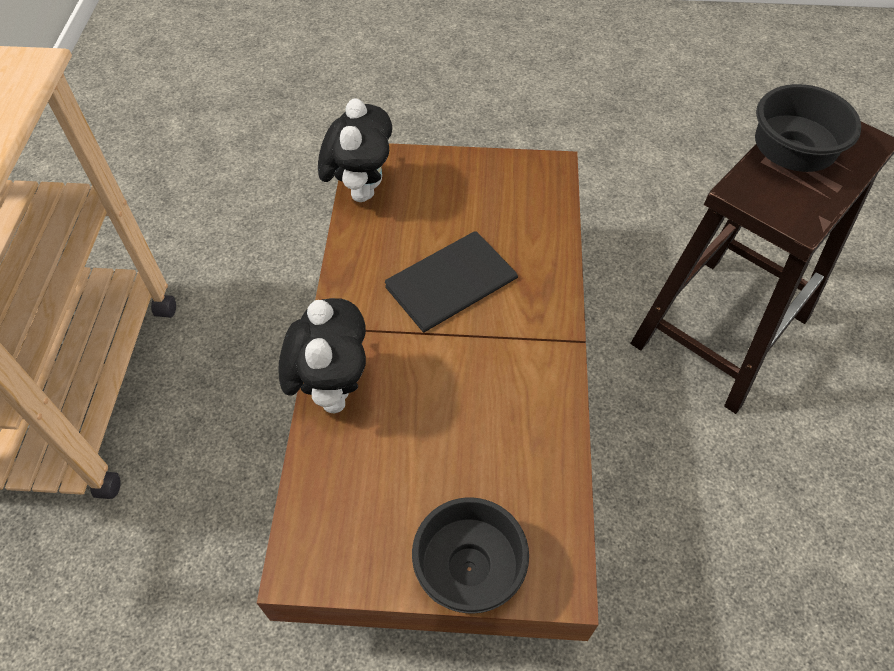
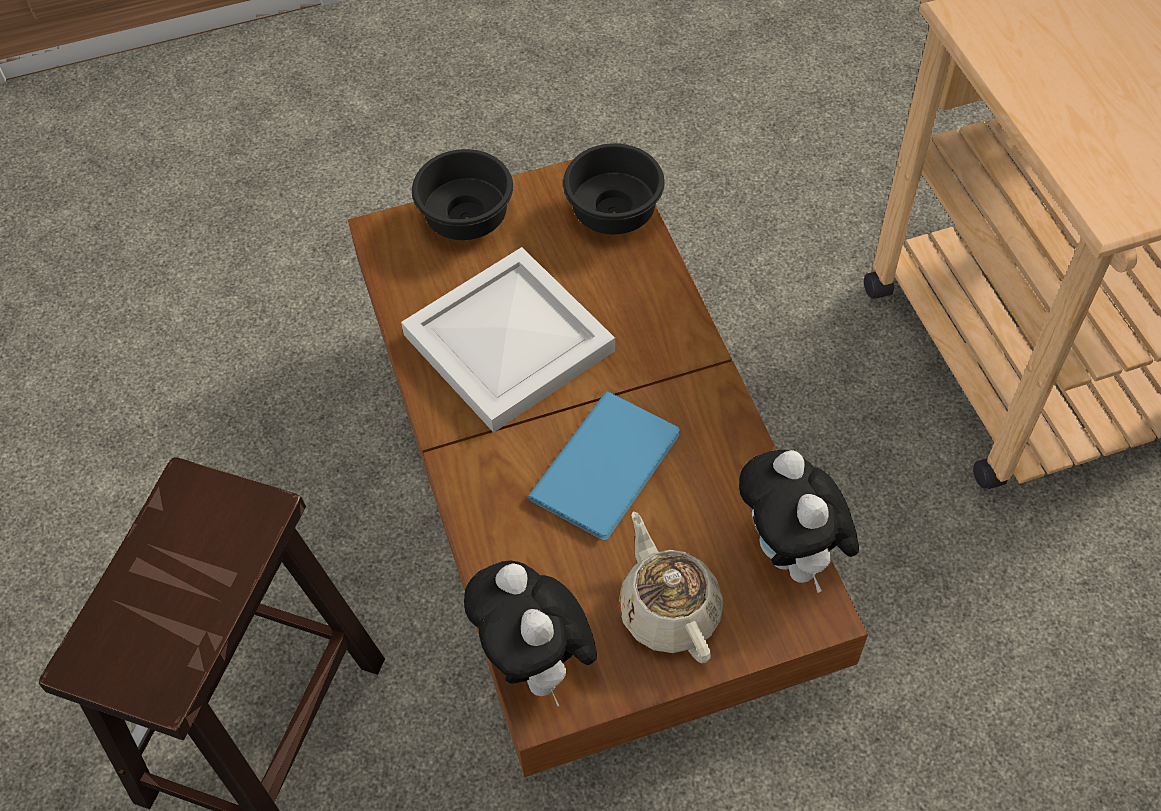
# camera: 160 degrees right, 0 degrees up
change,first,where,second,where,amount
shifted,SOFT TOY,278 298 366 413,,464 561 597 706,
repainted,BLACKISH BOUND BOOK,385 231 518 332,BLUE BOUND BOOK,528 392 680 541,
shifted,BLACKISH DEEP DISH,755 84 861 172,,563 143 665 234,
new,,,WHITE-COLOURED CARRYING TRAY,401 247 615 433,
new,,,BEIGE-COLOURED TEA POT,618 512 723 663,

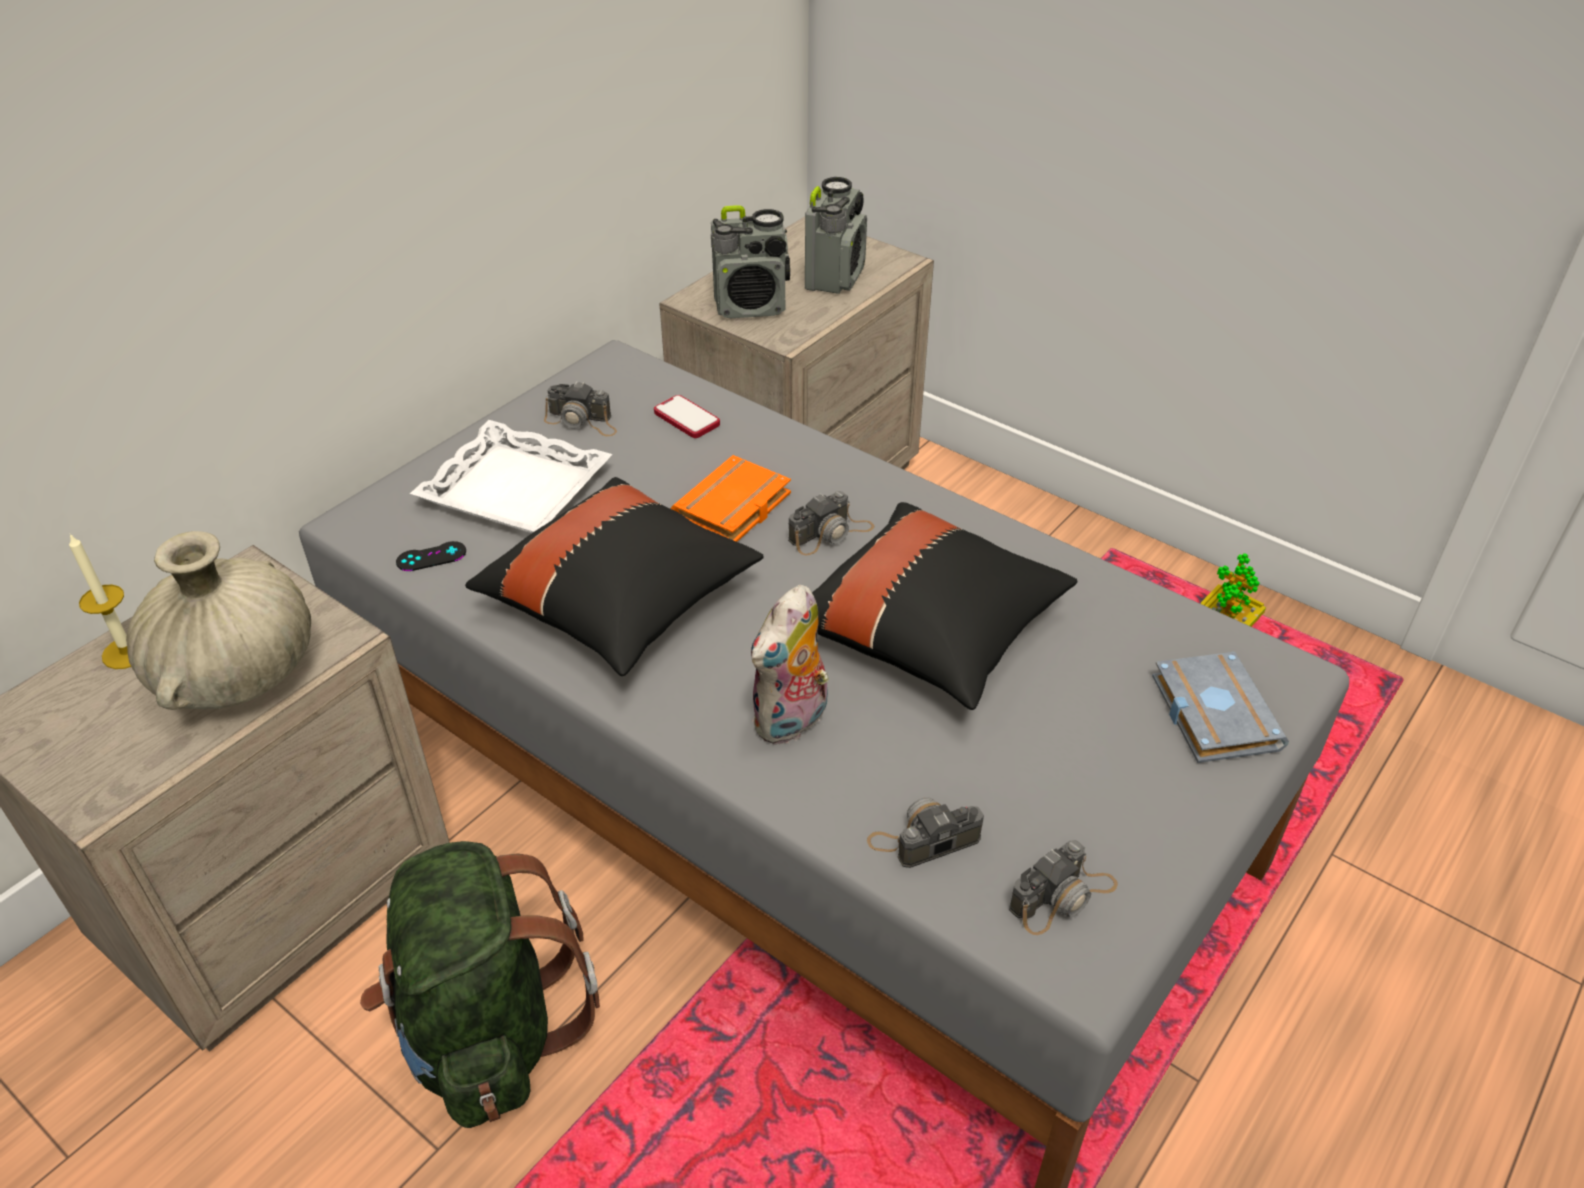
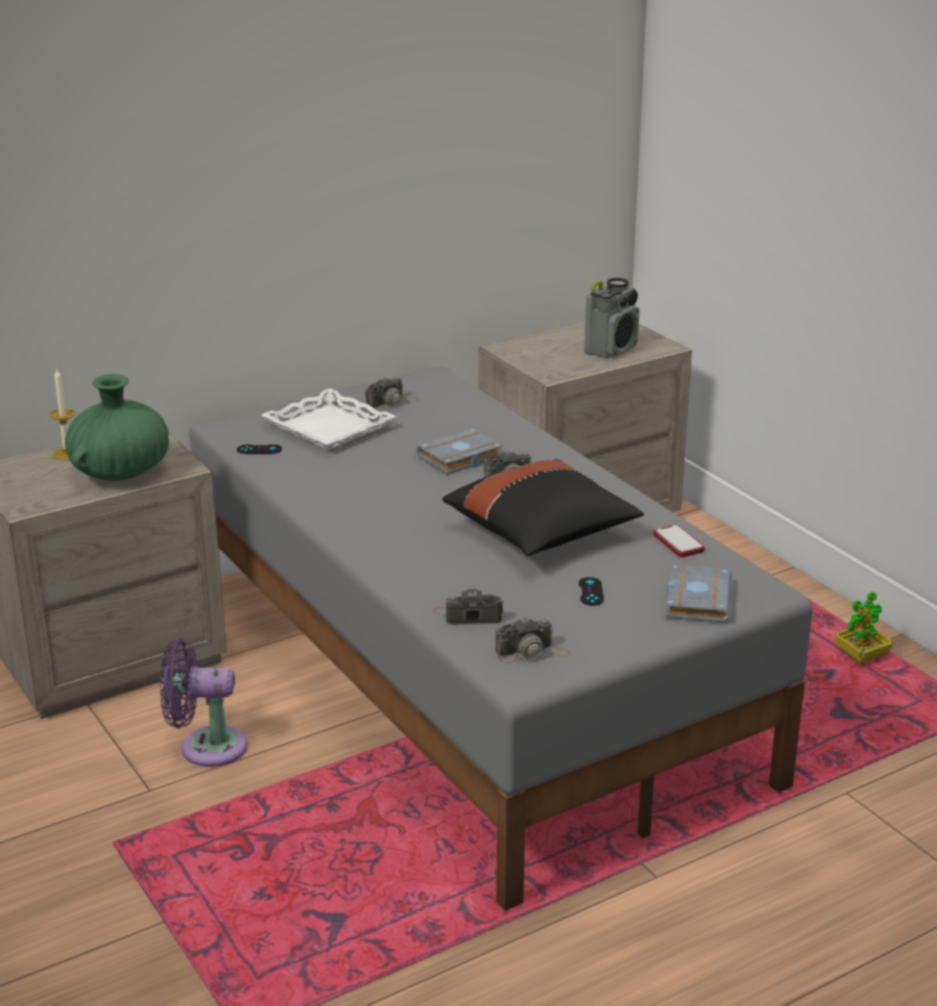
# camera: 20 degrees right, 15 degrees down
change,first,where,second,where,amount
repainted,BEIGE-COLOURED DECORATIVE VASE,126 531 311 710,GREENISH DECORATIVE VASE,65 374 169 481,
swapped,GREENISH KNAPSACK,360 841 600 1128,PURPLE ELECTRIC FAN,160 638 247 767,
gone,BLACKISH CUSHION,465 477 763 676,,,
rotated,PHOTO CAMERA,544 381 617 436,,365 376 419 412,75 degrees counterclockwise
shifted,PHONE,654 395 720 438,,654 525 704 557,
repainted,ORANGE BOUND BOOK,670 455 791 542,GREY BOUND BOOK,416 429 503 474,
gone,RADIO SET,711 205 790 318,,,
gone,SOFT TOY,751 585 837 745,,,
new,,,BLACKISH GAME CONTROLLER,579 577 604 606,

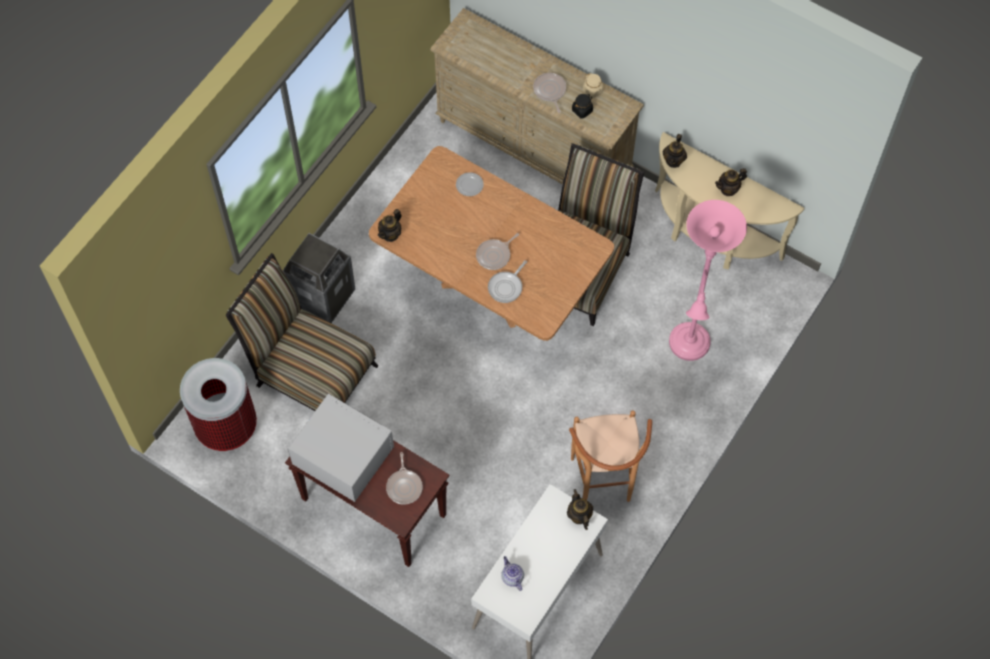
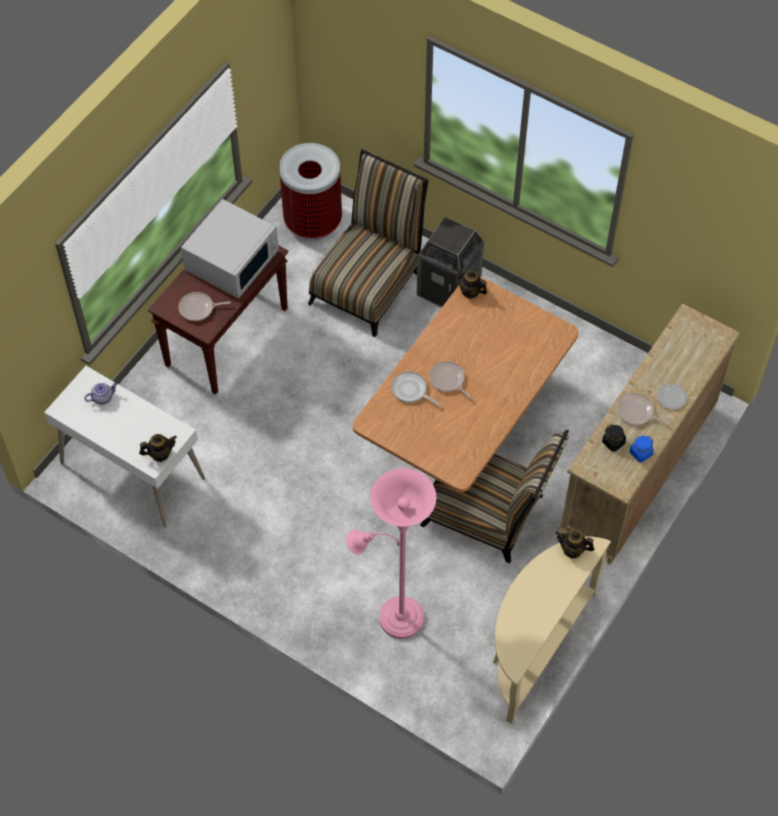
# camera: 90 degrees right, 5 degrees down
change,first,where,second,where,amount
shifted,PLATE,456 172 484 196,,657 384 687 410,
rotated,SKILLET,533 73 566 113,,617 393 670 425,135 degrees counterclockwise
gone,BROWN-COLOURED SITTING STOOL,569 410 652 502,,,
repainted,BEIGE-COLOURED JAR,583 73 604 98,BLUE JAR,630 436 654 462,
gone,TEA POT,715 168 747 196,,,

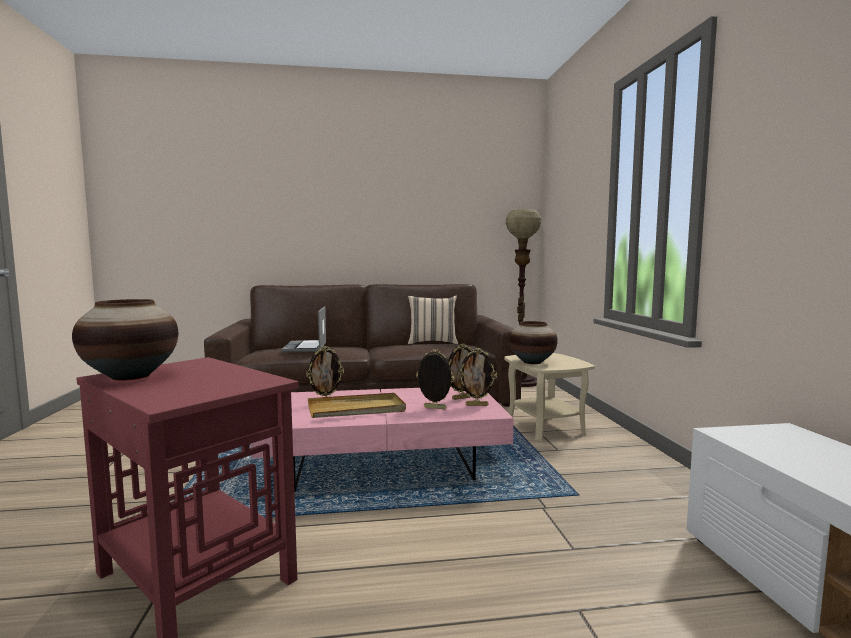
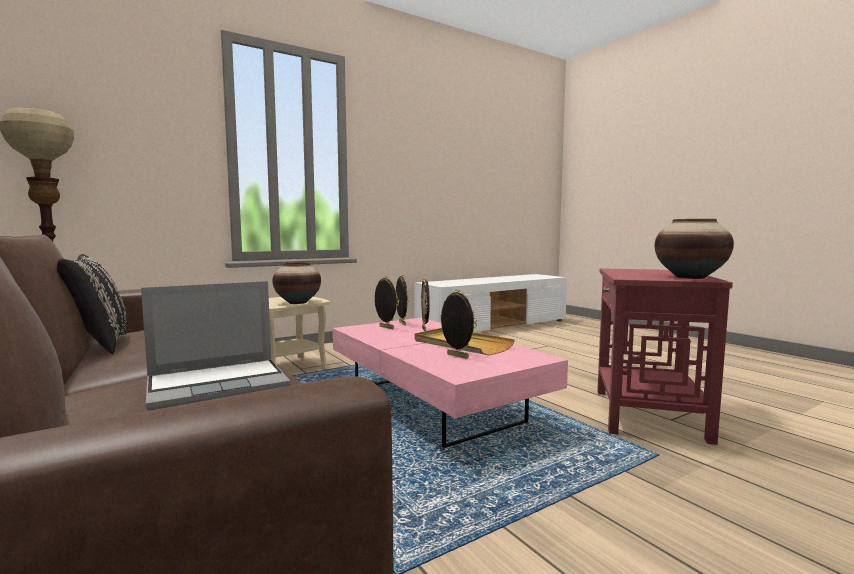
# camera: 115 degrees left, 0 degrees up
change,first,where,second,where,amount
repainted,BEIGE-COLOURED CUSHION,408 296 458 344,BLACKISH CUSHION,56 254 127 354,

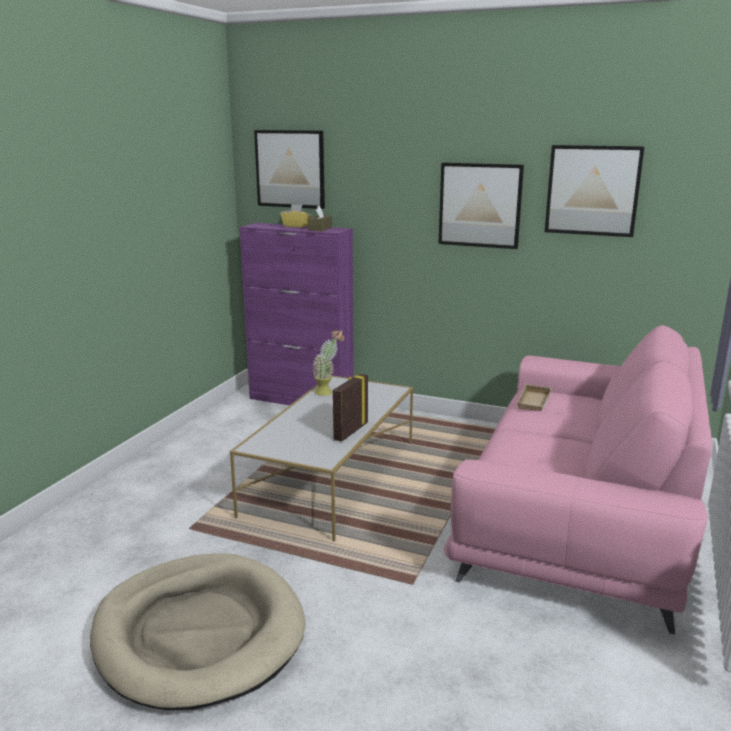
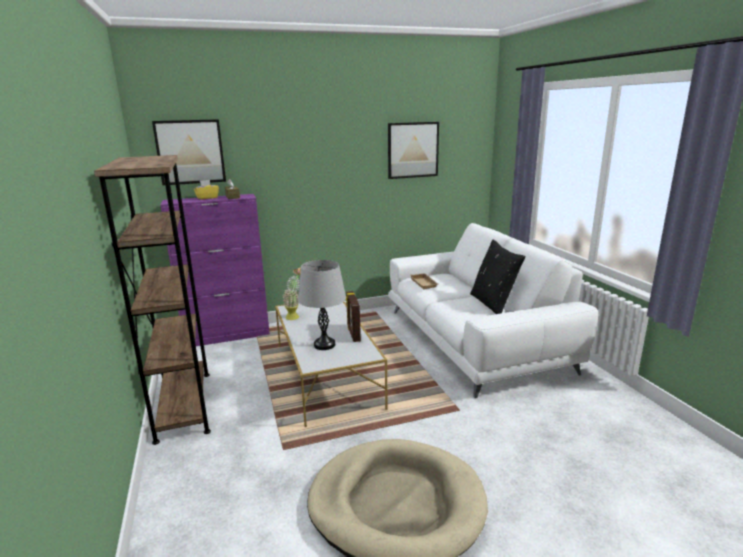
# camera: 40 degrees left, 0 degrees up
change,first,where,second,where,amount
gone,WALL PICTURE,439 163 524 249,,,
repainted,PINKISH COUCH,444 325 712 635,WHITE-COLOURED COUCH,388 223 598 398,
new,,,BROWN-COLOURED BOOKSHELF,94 155 211 445,
new,,,GREY TABLETOP LAMP,298 260 346 350,
new,,,BLACKISH CUSHION,470 240 526 314,

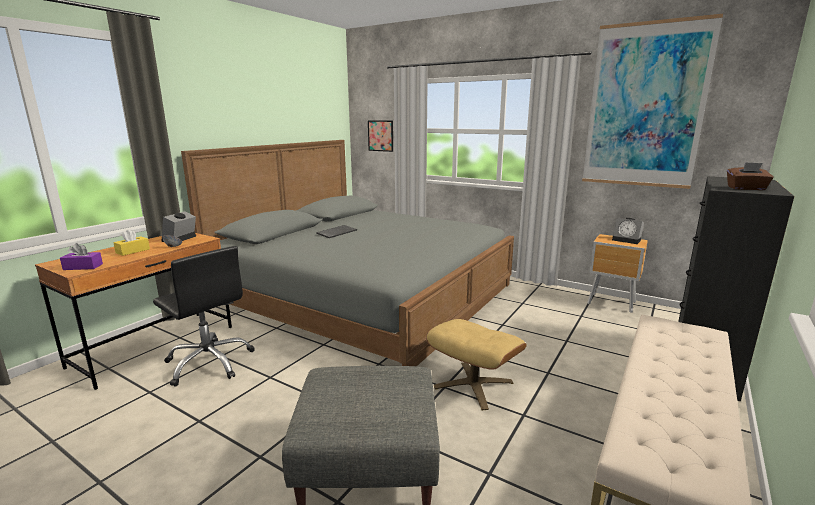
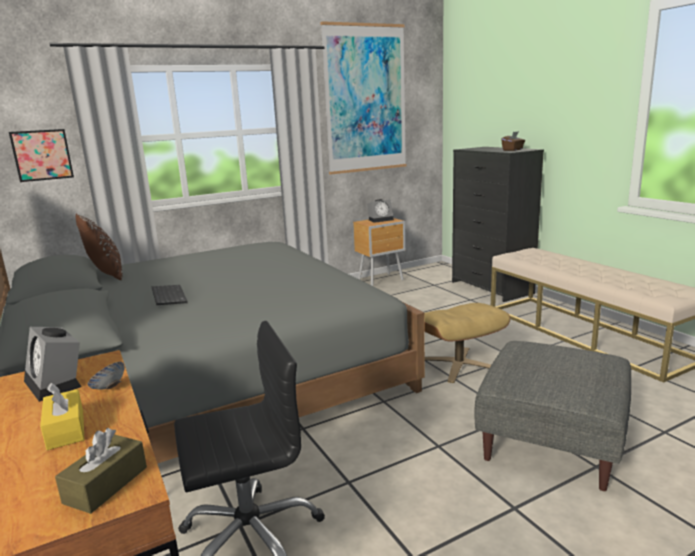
# camera: 60 degrees left, 0 degrees up
change,first,where,second,where,amount
repainted,PURPLE BOX OF TISSUES,60 243 103 270,BROWN-COLOURED BOX OF TISSUES,55 428 147 514,
new,,,BROWN-COLOURED CUSHION,76 213 123 280,

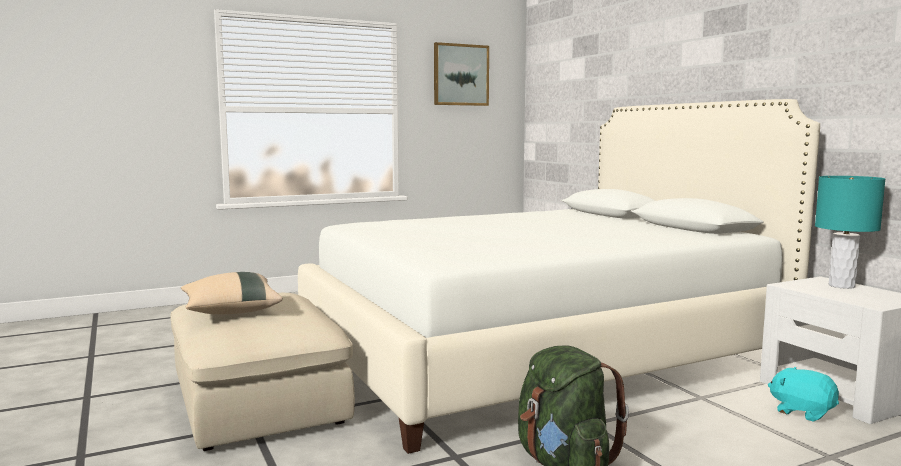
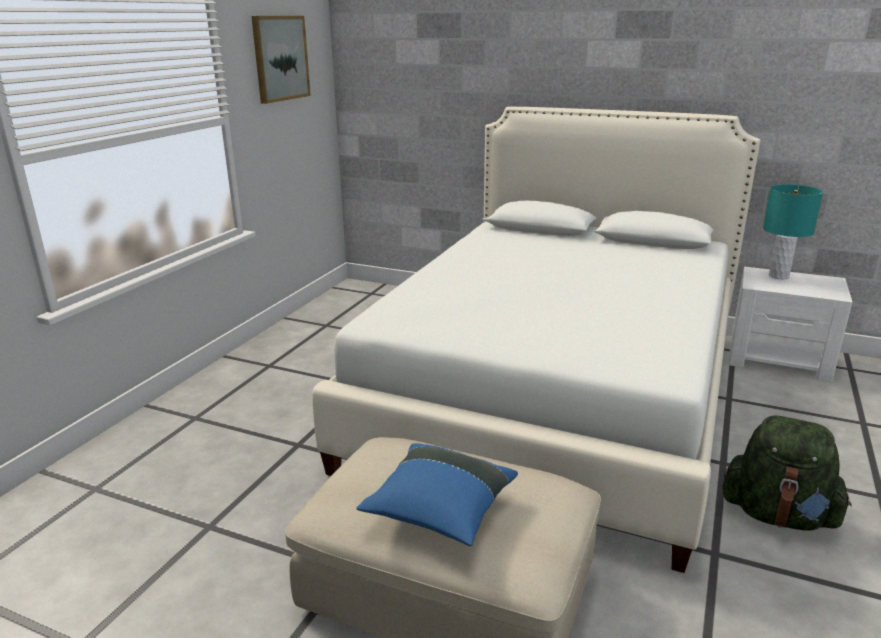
# camera: 40 degrees left, 15 degrees up
change,first,where,second,where,amount
repainted,BEIGE-COLOURED CUSHION,181 272 283 314,BLUE CUSHION,357 443 518 546,
gone,BLUE-GREEN SOFT TOY,768 367 839 422,,,

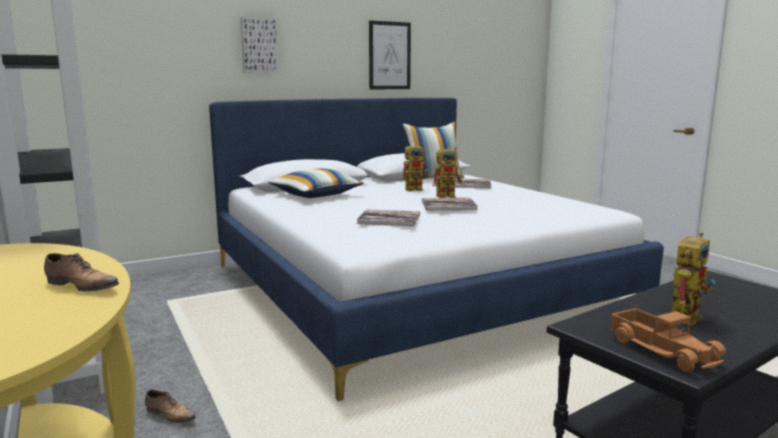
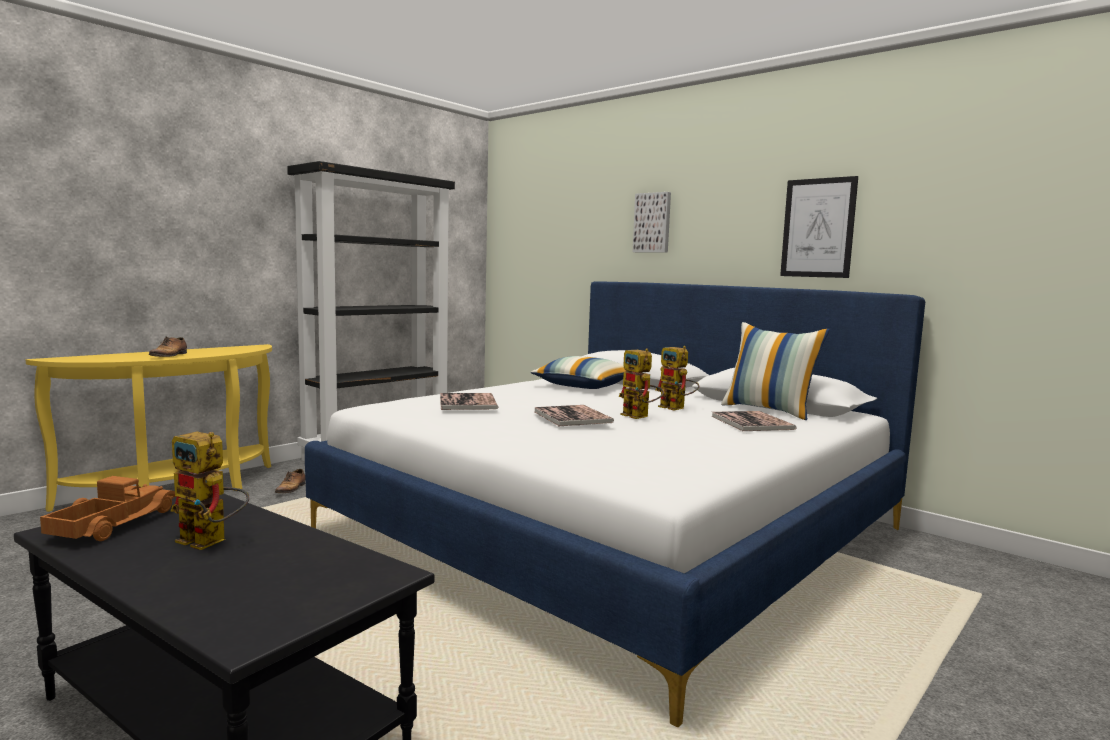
# camera: 70 degrees right, 5 degrees down
change,first,where,second,where,amount
rotated,TOY TRUCK,610 308 726 373,,40 476 177 541,150 degrees clockwise

